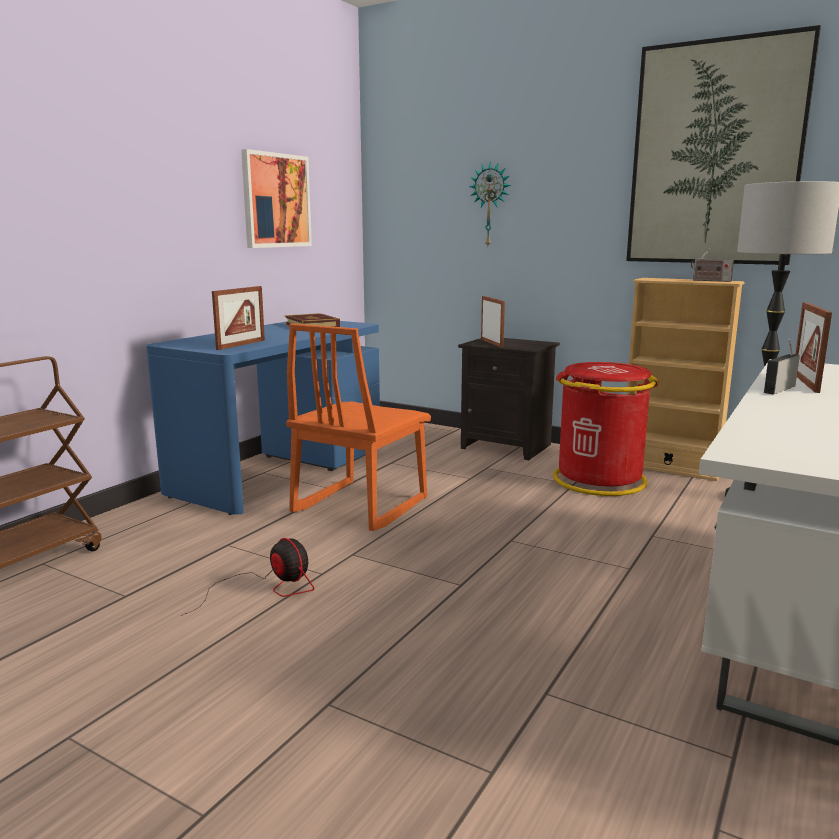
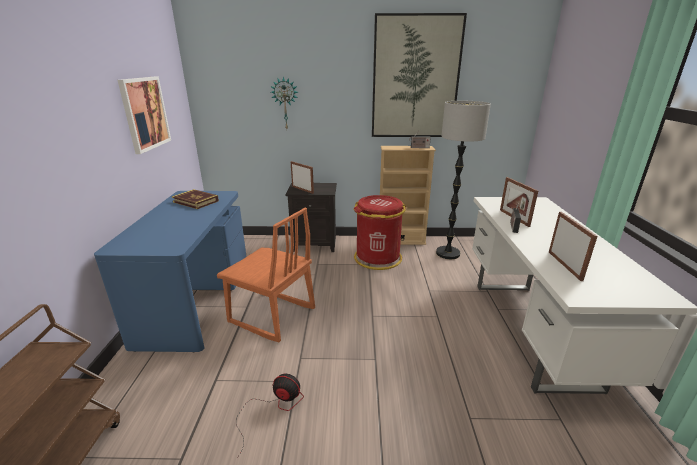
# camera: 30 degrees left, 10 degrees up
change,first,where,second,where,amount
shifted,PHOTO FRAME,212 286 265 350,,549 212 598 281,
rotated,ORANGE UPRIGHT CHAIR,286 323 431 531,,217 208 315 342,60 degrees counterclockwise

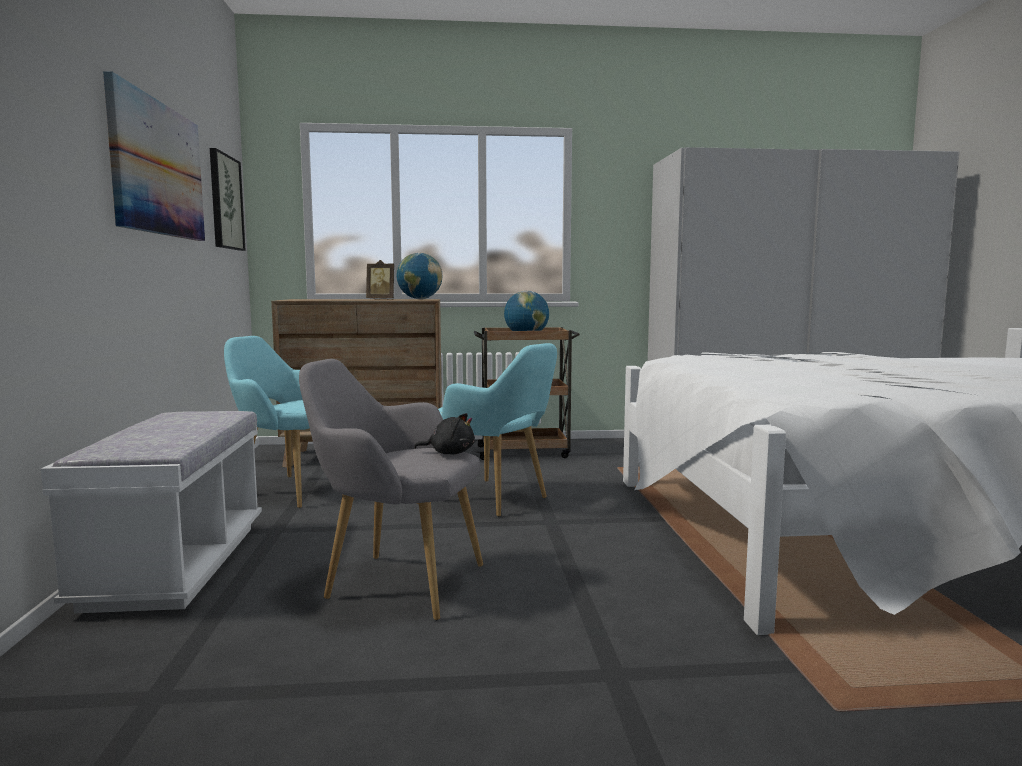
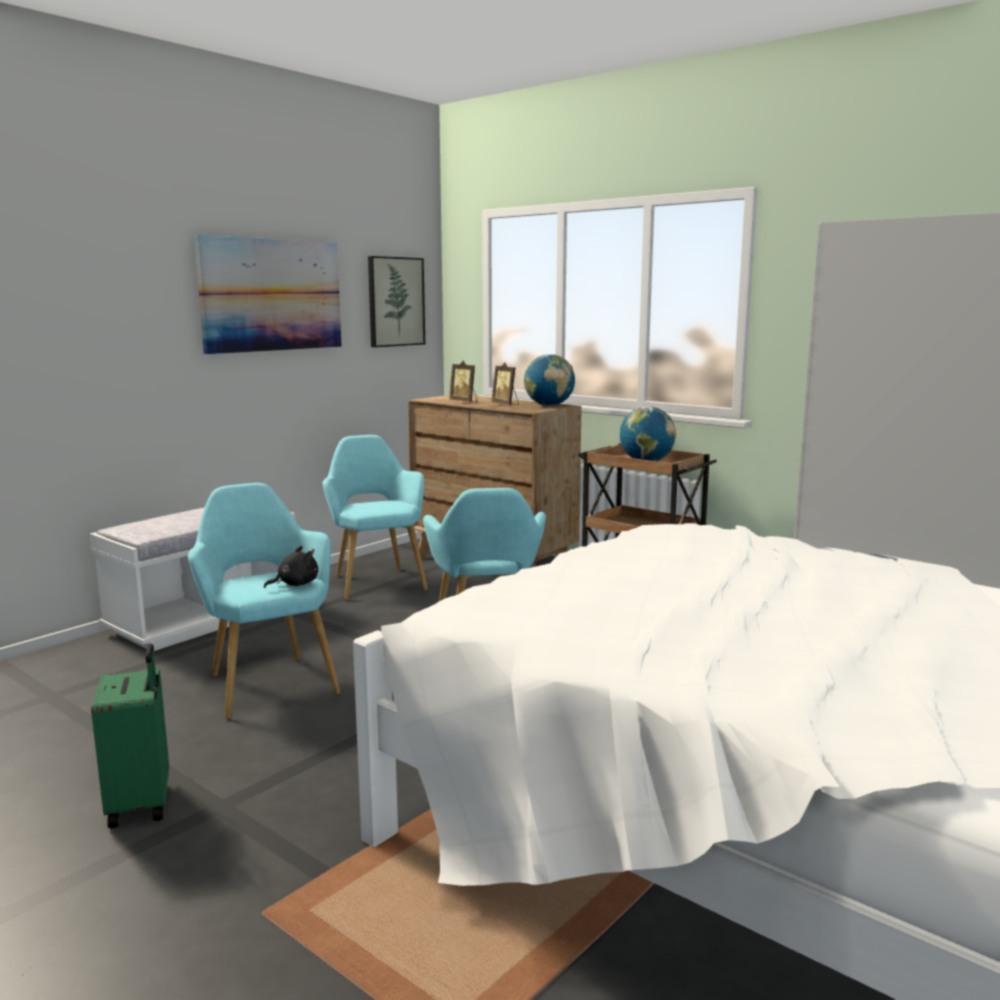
# camera: 45 degrees right, 5 degrees up
change,first,where,second,where,amount
repainted,GREY EASY CHAIR,299 359 483 620,BLUE-GREEN EASY CHAIR,188 483 340 719,
rotated,BLACKISH SOFT TOY,414 413 475 455,,264 546 318 588,90 degrees counterclockwise
new,,,GREENISH SUITCASE,91 644 169 828,
new,,,PHOTO FRAME,449 361 477 402,

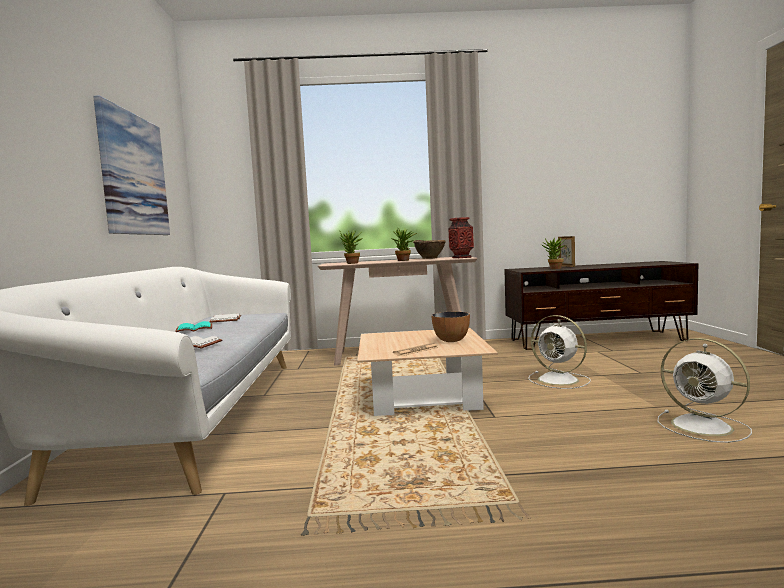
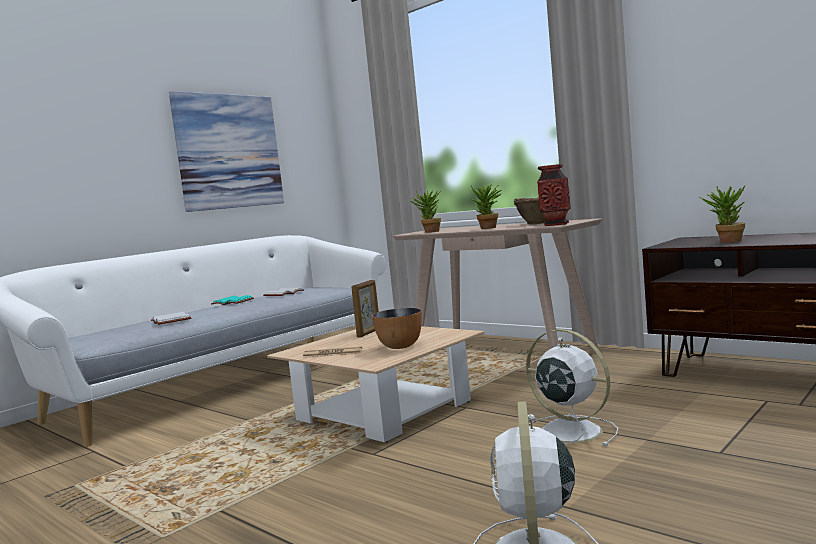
# camera: 45 degrees right, 0 degrees up
change,first,where,second,where,amount
rotated,WHITE-COLOURED ELECTRIC FAN,528 315 591 389,,526 329 618 447,135 degrees clockwise
shifted,PHOTO FRAME,558 236 575 267,,351 280 379 337,

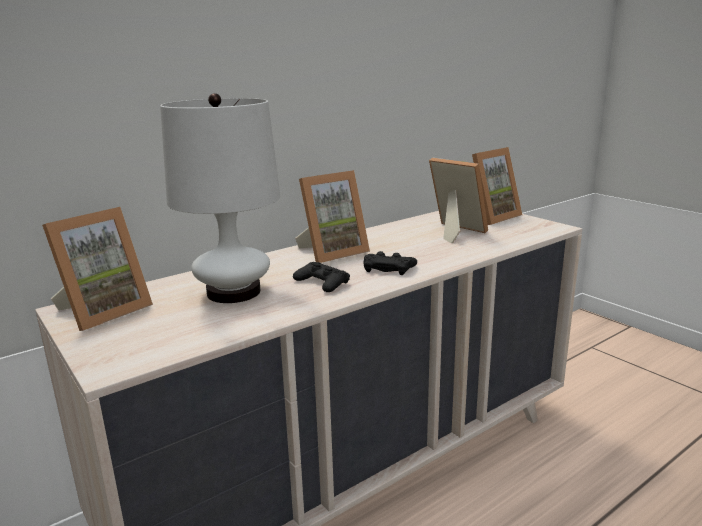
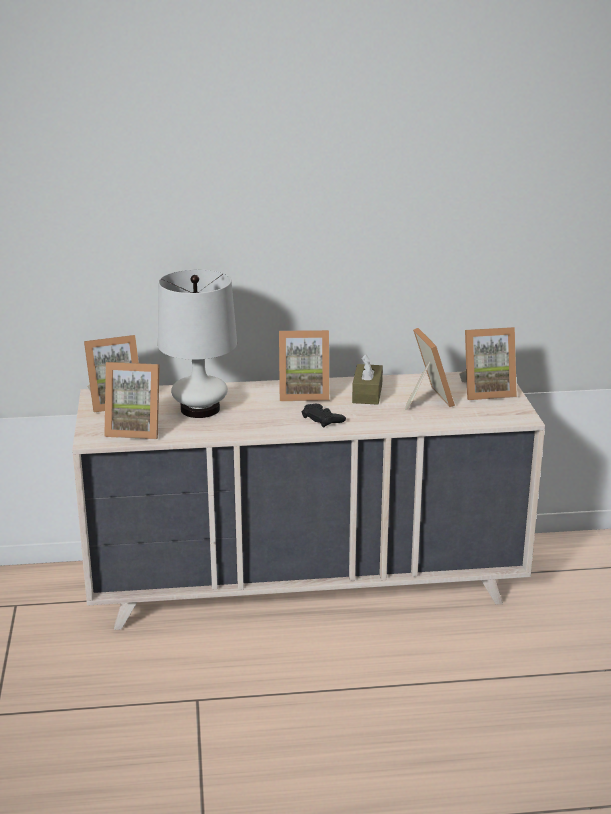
# camera: 30 degrees right, 5 degrees up
change,first,where,second,where,amount
gone,BLACKISH GAME CONTROLLER,293 262 350 292,,,
new,,,PHOTO FRAME,104 362 160 439,
new,,,BROWN-COLOURED BOX OF TISSUES,352 355 383 405,

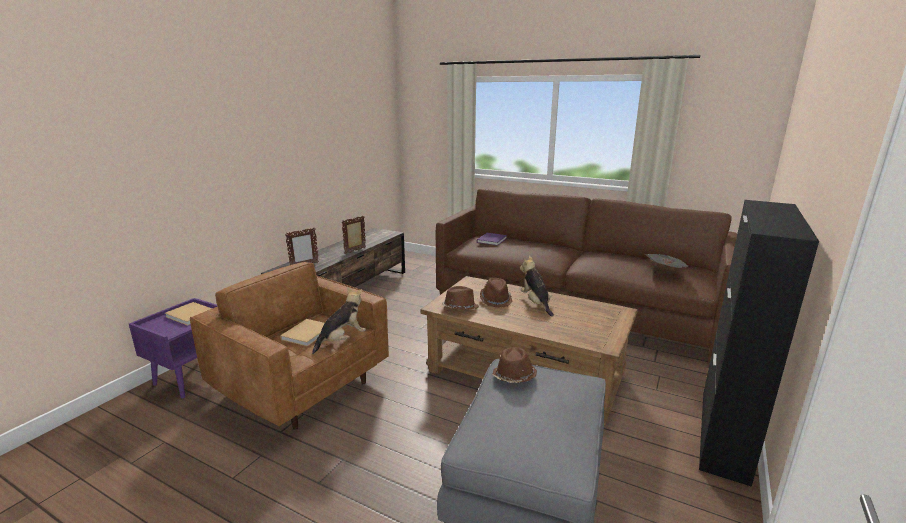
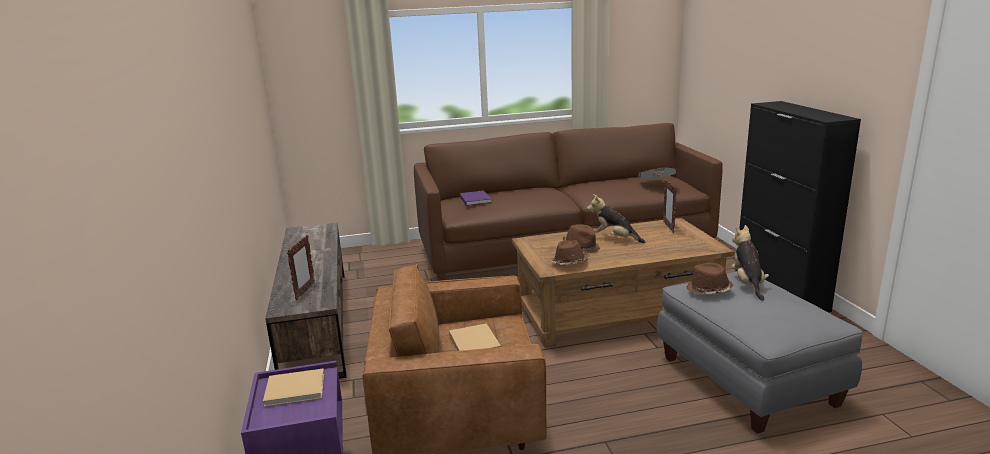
# camera: 40 degrees left, 0 degrees up
change,first,where,second,where,amount
shifted,SOFT TOY,312 287 366 354,,732 225 769 301,
shifted,PHOTO FRAME,342 216 366 254,,663 179 677 233,

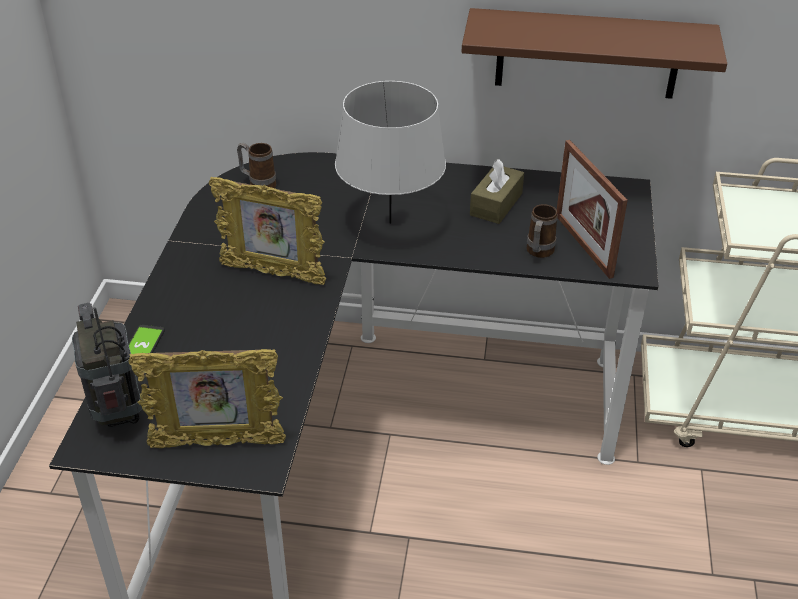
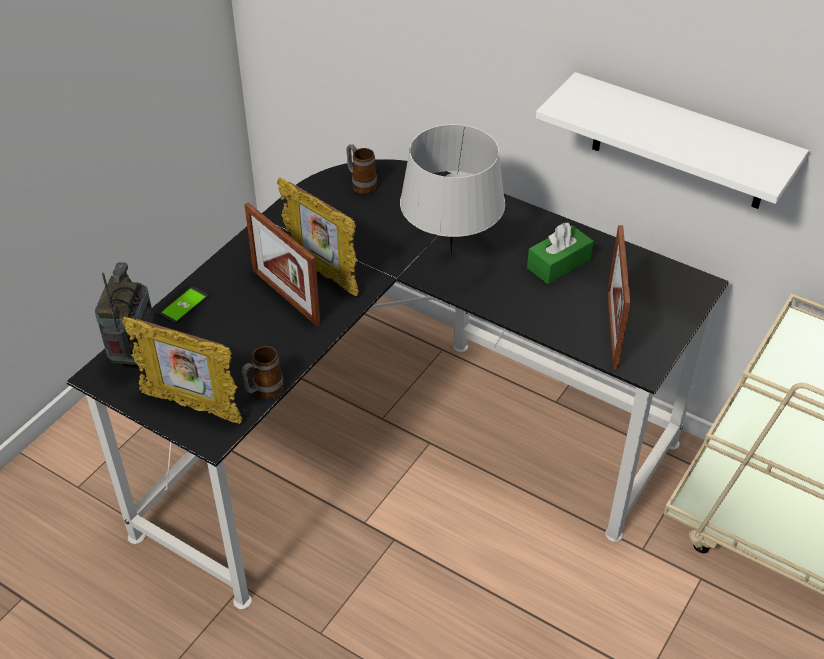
# camera: 25 degrees right, 5 degrees up
change,first,where,second,where,amount
repainted,BROWN-COLOURED WALL SHELF,462 8 727 99,WHITE-COLOURED WALL SHELF,536 72 809 209,
repainted,BROWN-COLOURED BOX OF TISSUES,470 159 524 224,GREENISH BOX OF TISSUES,527 223 594 284,
shifted,TEA MUG,526 204 558 258,,242 346 284 398,
new,,,PHOTO FRAME,244 203 321 326,

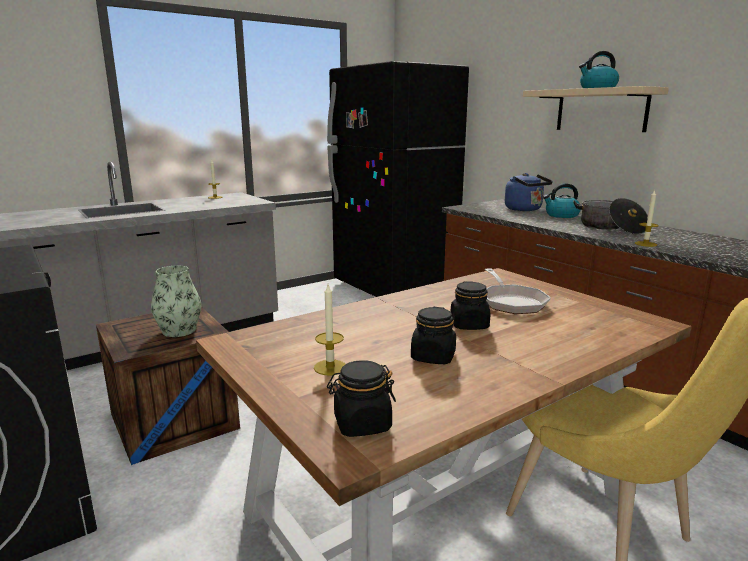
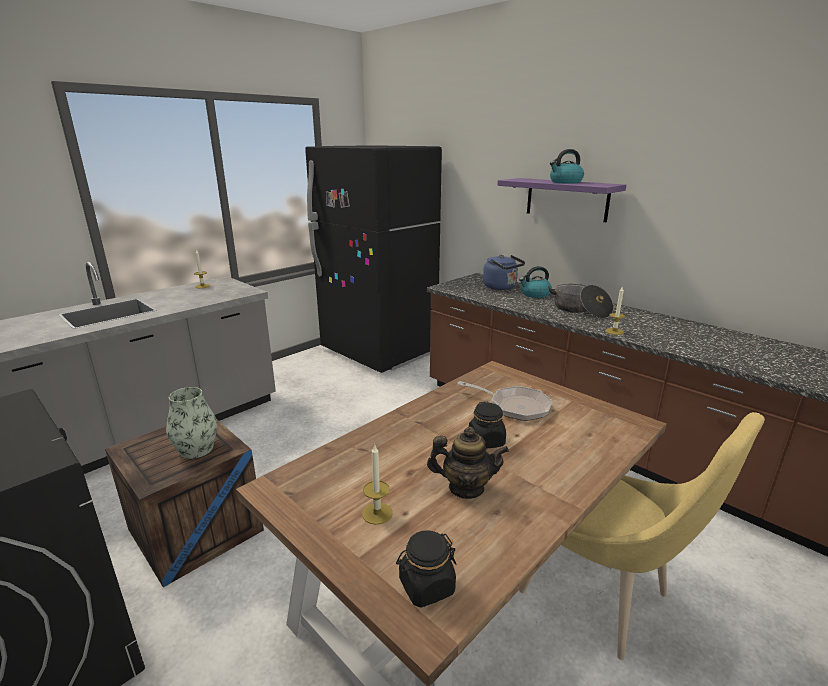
# camera: 10 degrees left, 5 degrees up
change,first,where,second,where,amount
swapped,BLACKISH JAR,411 307 456 364,TEA POT,427 427 509 499,
rotated,SKILLET,485 268 551 314,,457 381 553 421,45 degrees counterclockwise
repainted,BEIGE-COLOURED WALL SHELF,523 86 669 132,PURPLE WALL SHELF,497 178 626 222,

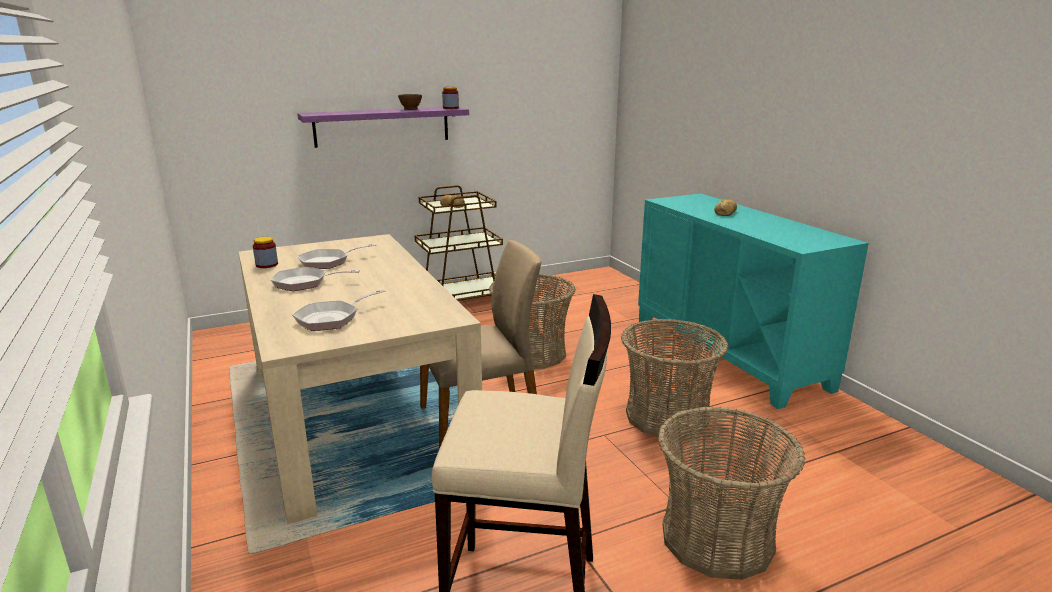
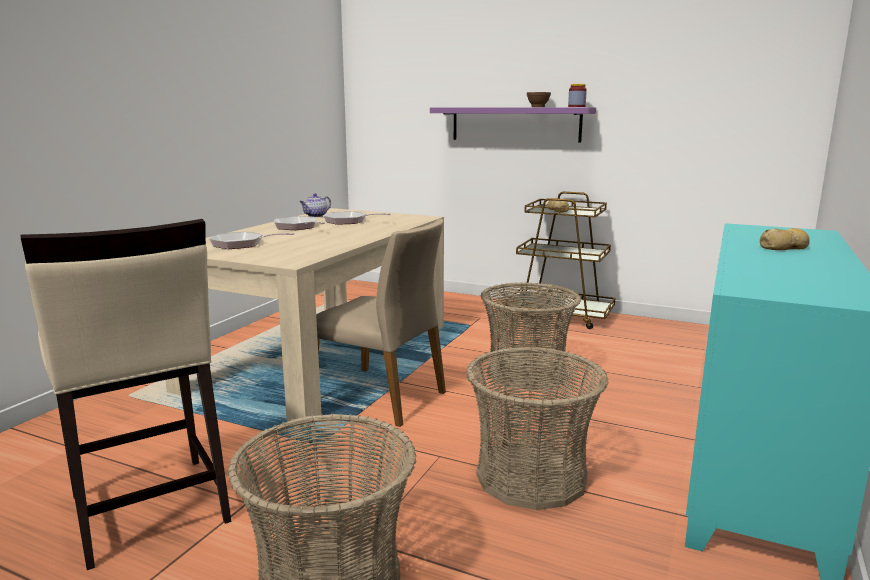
# camera: 50 degrees right, 5 degrees down
change,first,where,second,where,amount
swapped,JAR,253 237 278 268,TEA POT,299 193 331 217,

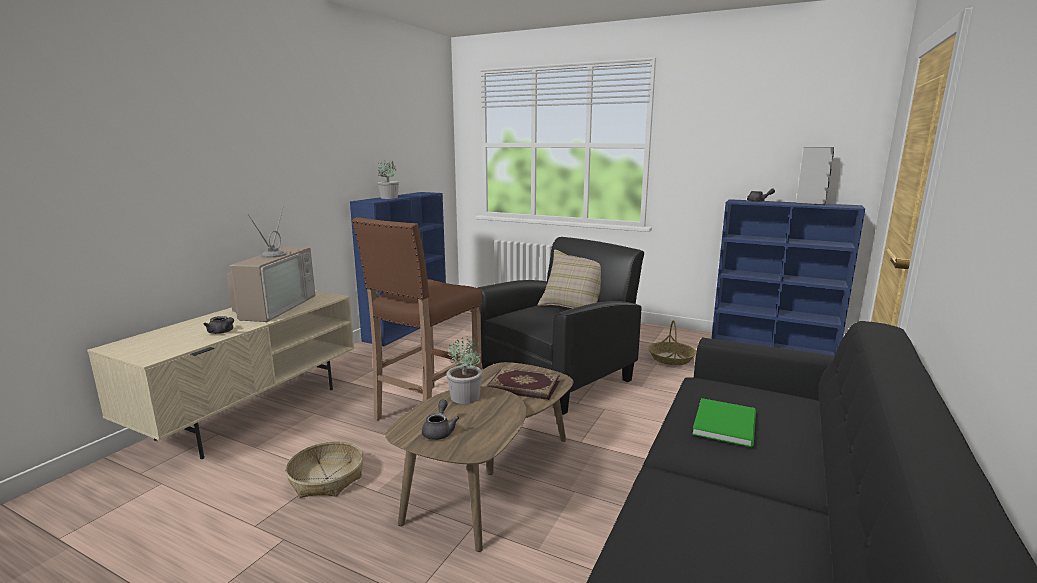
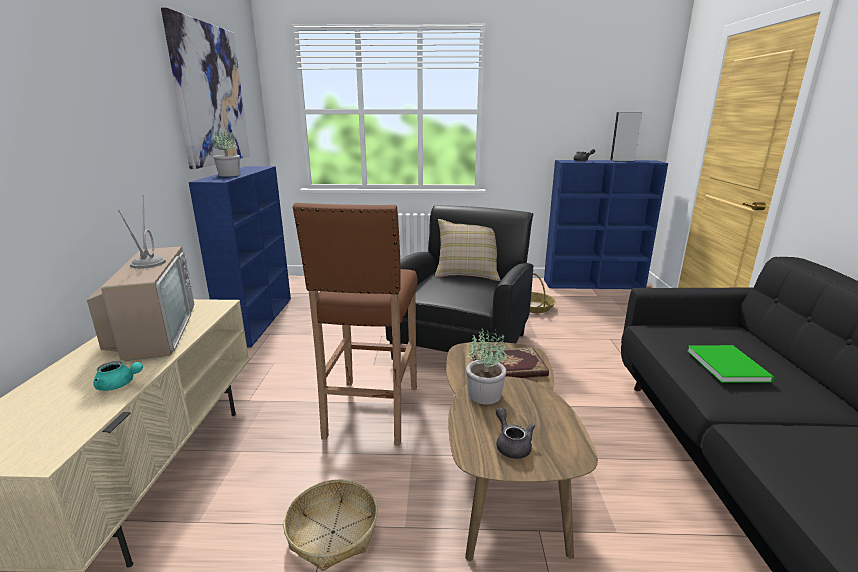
# camera: 25 degrees left, 5 degrees up
change,first,where,second,where,amount
repainted,GREY TEA POT,203 316 234 334,BLUE-GREEN TEA POT,93 361 143 391,
new,,,WALL PICTURE,161 8 250 169,

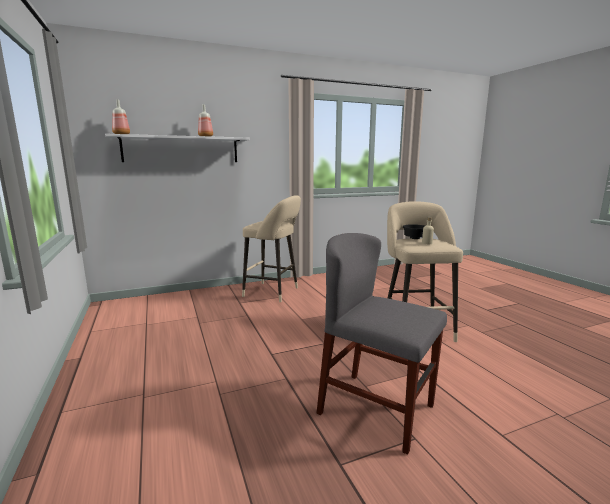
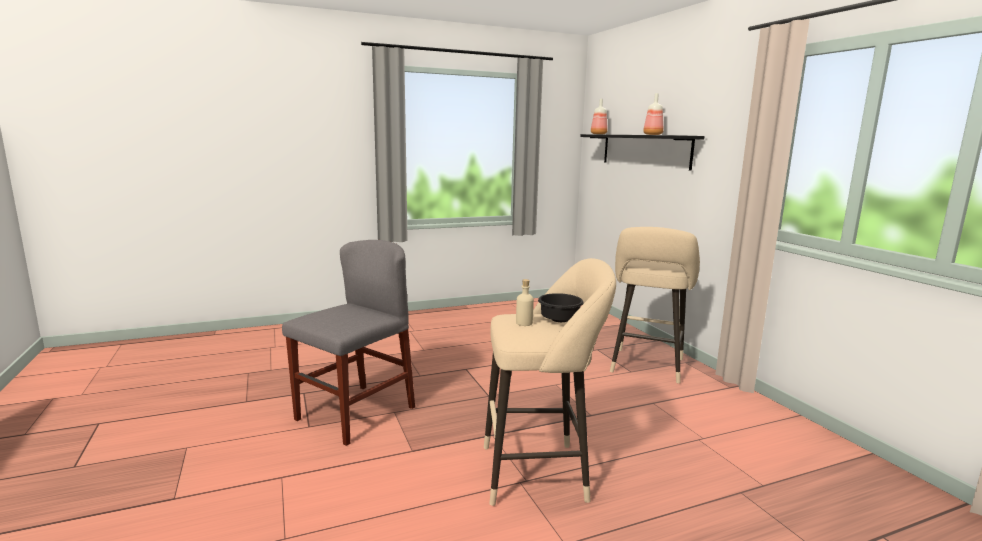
# camera: 90 degrees right, 0 degrees up
change,first,where,second,where,amount
repainted,WHITE-COLOURED WALL SHELF,105 134 249 162,BLACKISH WALL SHELF,580 134 705 171,

